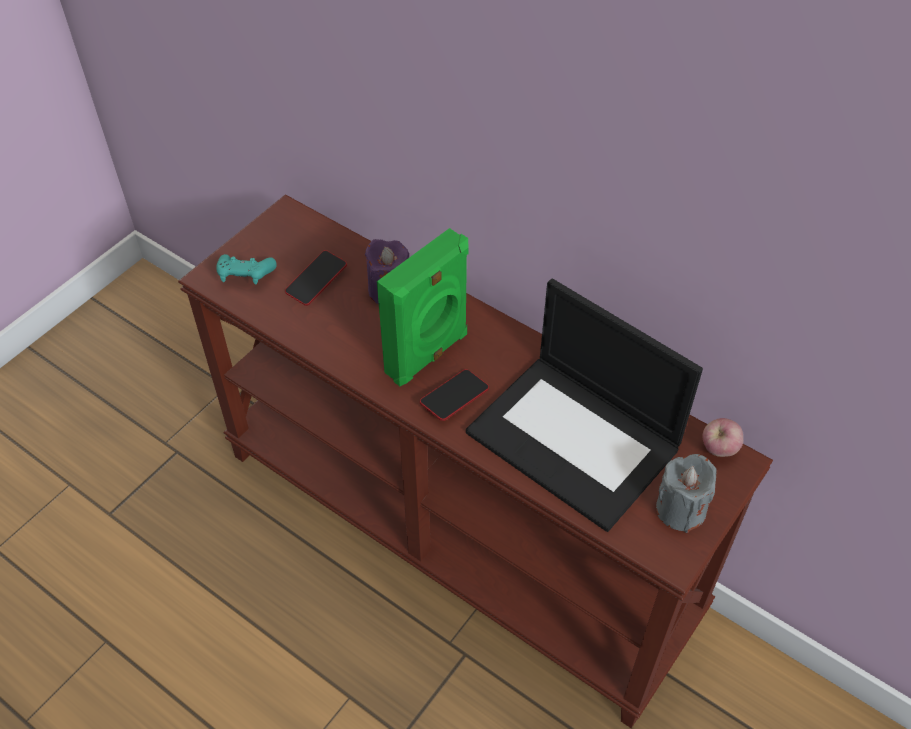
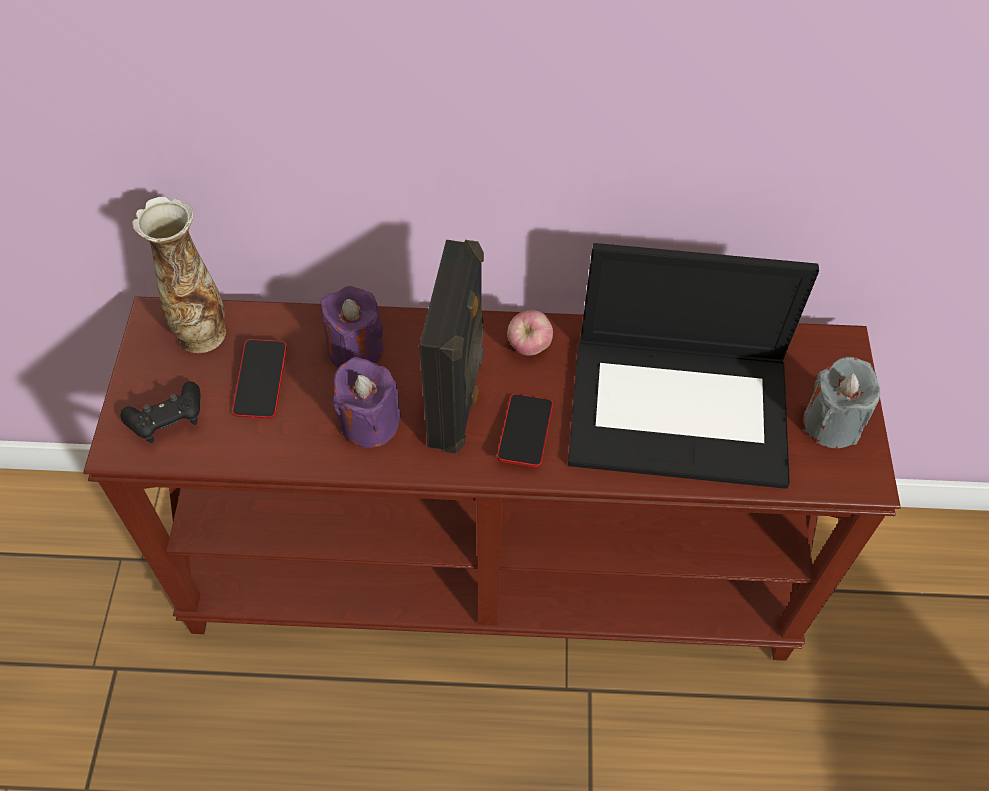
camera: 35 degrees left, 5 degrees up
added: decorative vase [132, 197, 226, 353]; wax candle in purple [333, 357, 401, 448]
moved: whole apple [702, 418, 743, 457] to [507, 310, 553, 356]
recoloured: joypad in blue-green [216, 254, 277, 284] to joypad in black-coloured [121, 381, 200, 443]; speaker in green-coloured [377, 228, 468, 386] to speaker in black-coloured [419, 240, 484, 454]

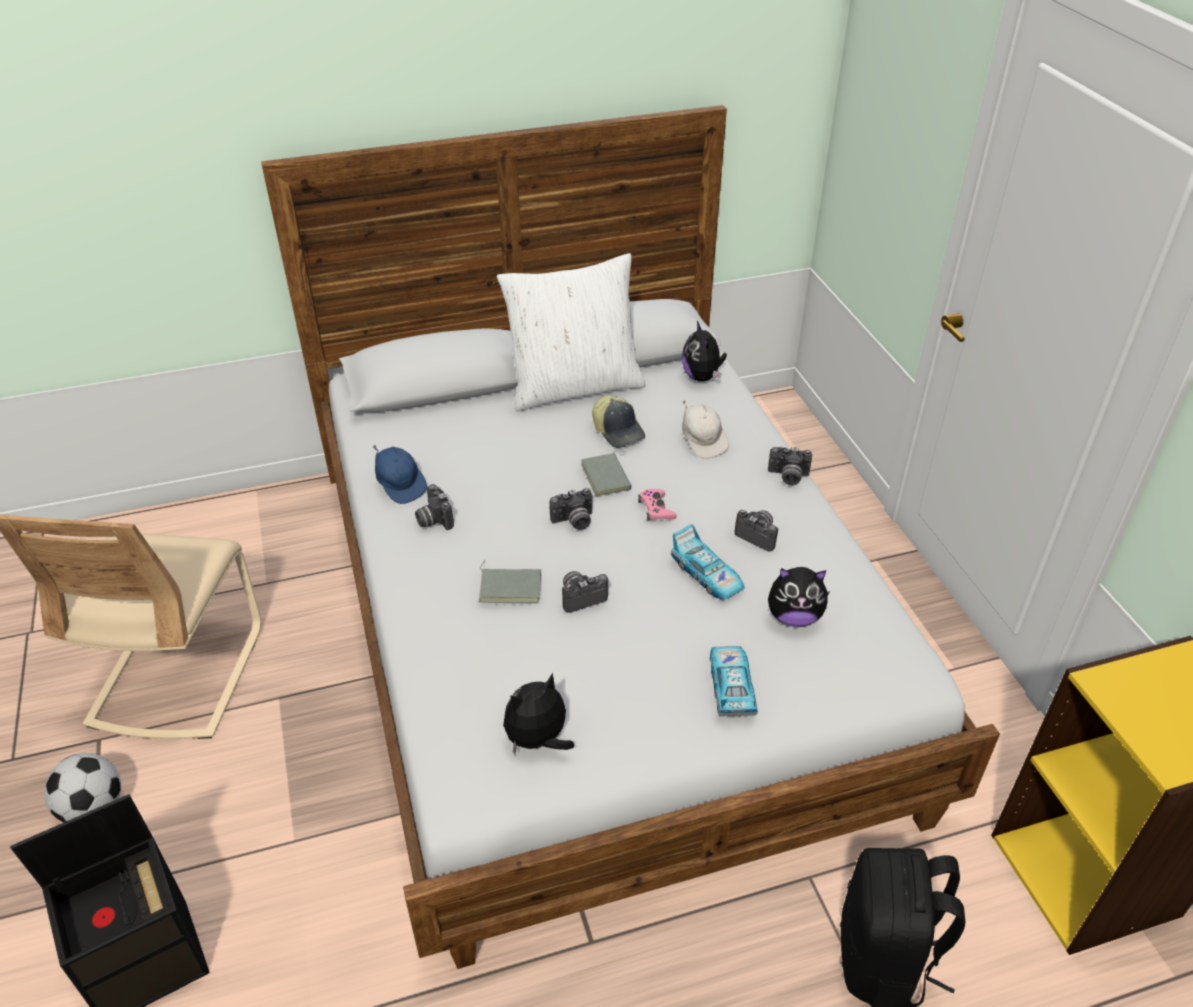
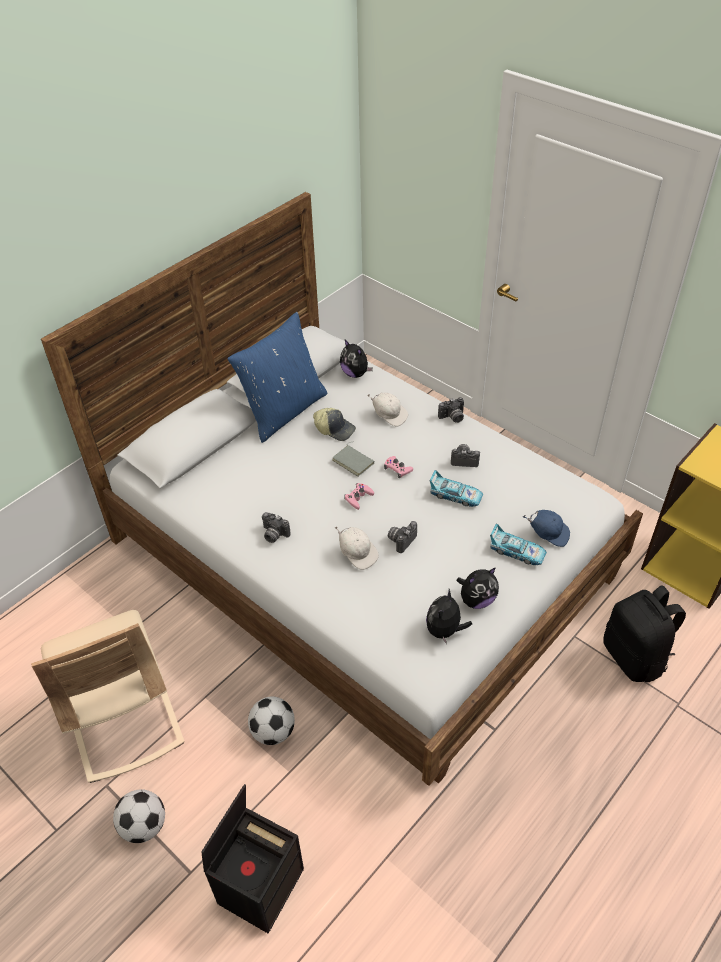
camera: 30 degrees left, 5 degrees up
added: ball for football [248, 696, 295, 745]
moved: peaked cap in blue-coloured [373, 445, 427, 504] to [523, 510, 570, 547]; soft toy [768, 567, 830, 627] to [456, 567, 499, 609]
replaced: bound book in gray [479, 560, 541, 604] to peaked cap in white [335, 527, 379, 570]; still camera [549, 488, 592, 530] to joypad in pink [344, 483, 374, 510]
recoloured: throw pillow in white [497, 253, 646, 412] to throw pillow in blue-coloured [227, 312, 327, 443]
turned: toy car [710, 646, 758, 717] = [490, 524, 547, 565] 150 degrees clockwise

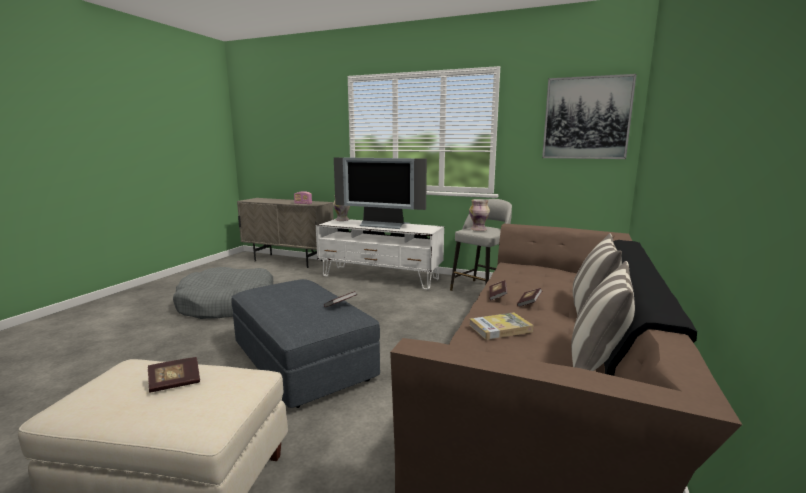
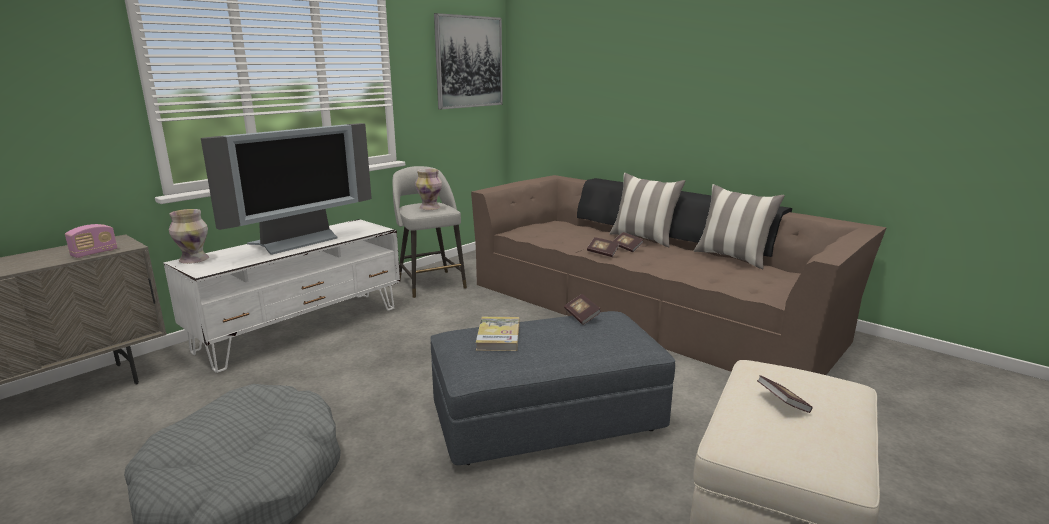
camera: 70 degrees left, 5 degrees up
moved: bound book [469, 312, 533, 340] to [476, 317, 520, 351]

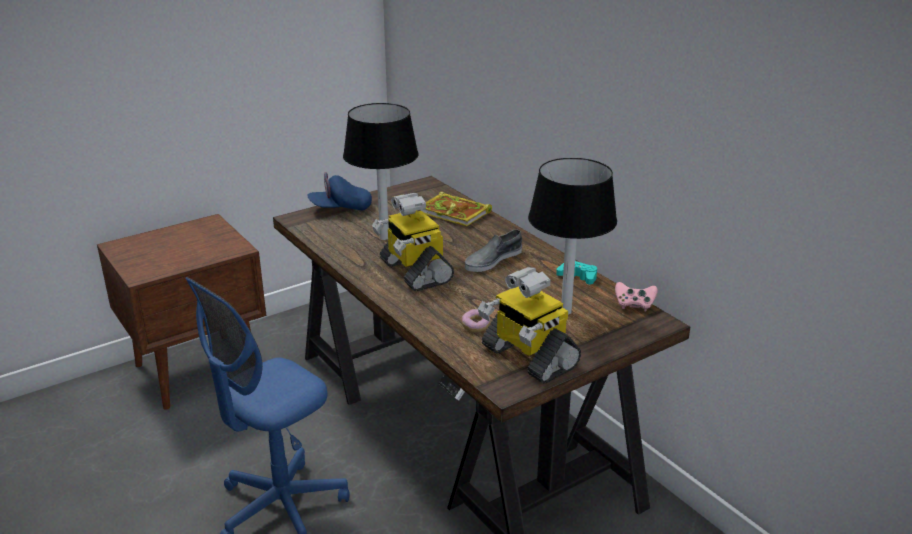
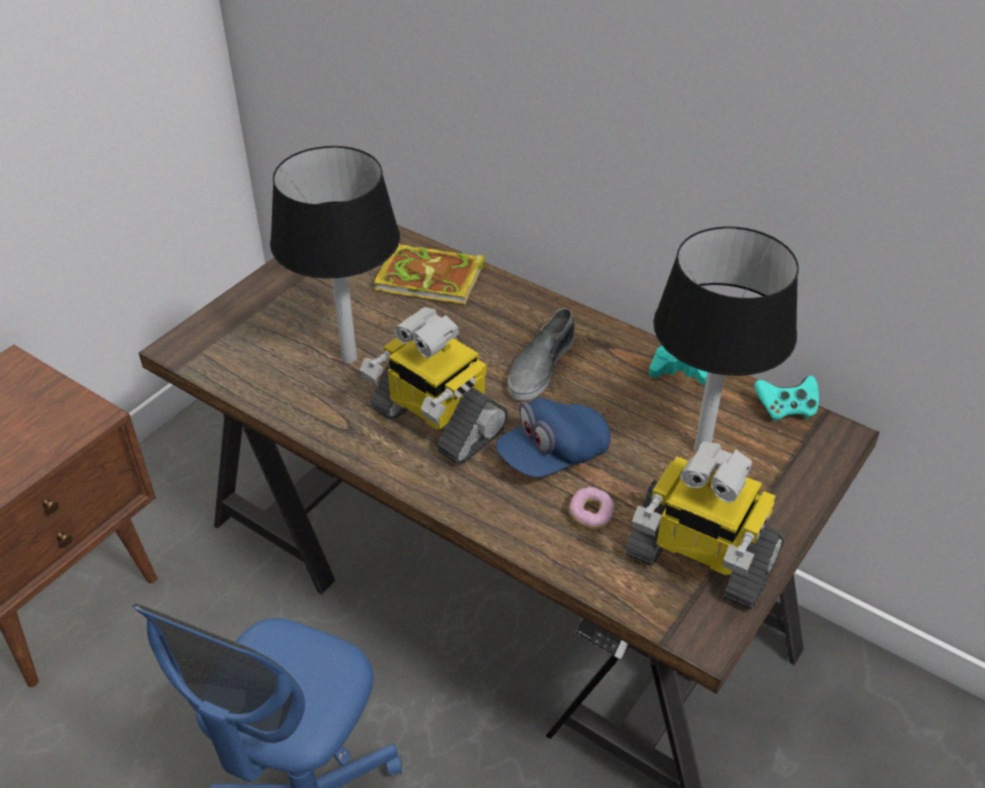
camera: 20 degrees left, 15 degrees up
moved: peaked cap in blue-coloured [307, 172, 372, 211] to [496, 398, 611, 478]
recoloured: joypad in pink [615, 282, 658, 311] to joypad in blue-green [754, 375, 819, 421]

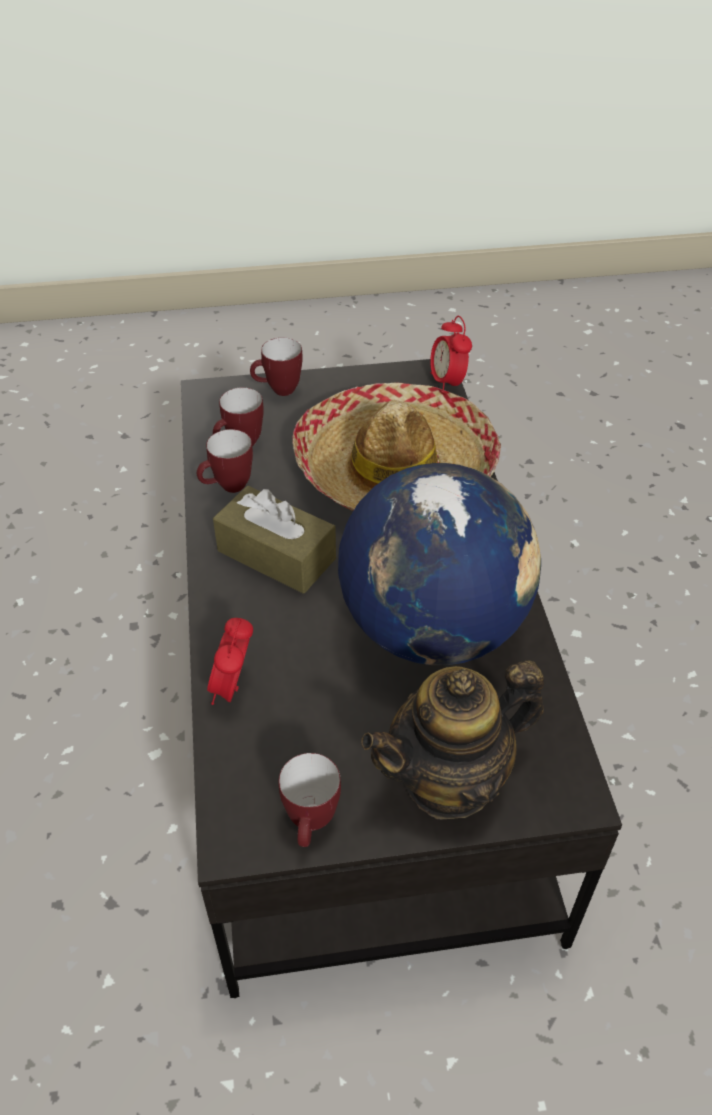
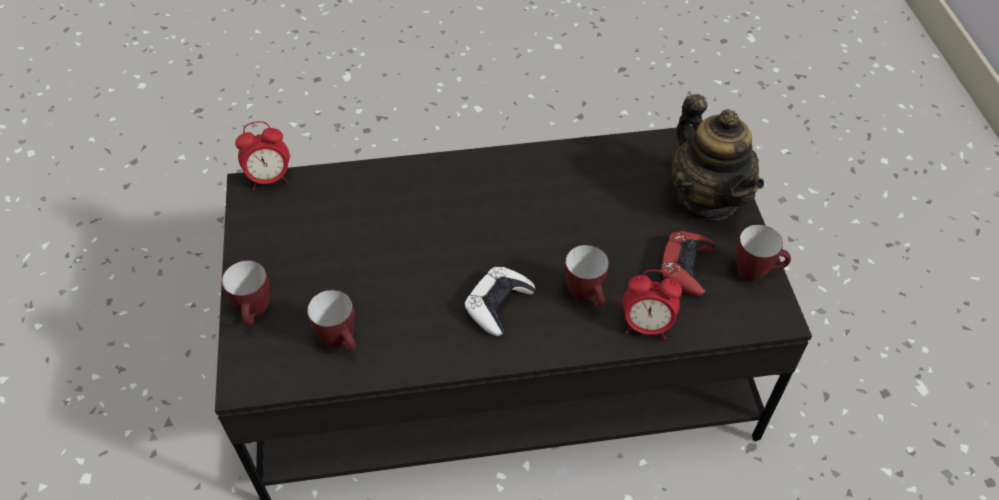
camera: 90 degrees left, 5 degrees up
removed: clothing hat [292, 382, 501, 511]; globe [338, 463, 541, 665]
added: joypad in red-coloured [660, 231, 715, 296]
moved: coffee mug [197, 429, 253, 493] to [565, 245, 609, 307]
replaced: box of tissues in brownish [213, 486, 336, 594] to joypad in white [464, 267, 535, 336]

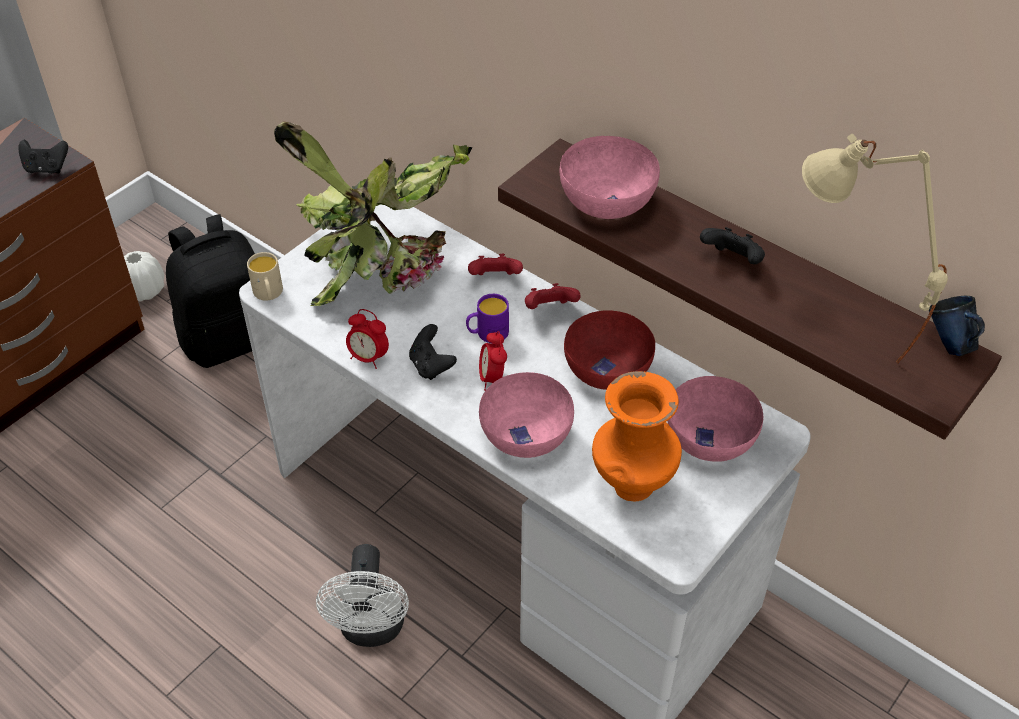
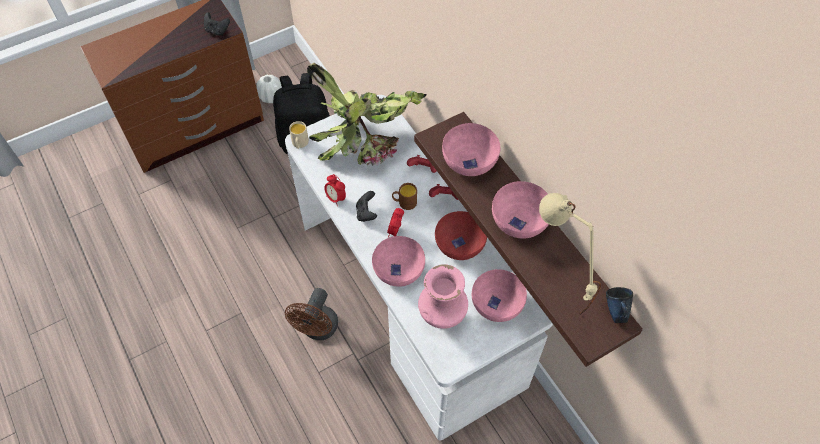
camera: 20 degrees right, 10 degrees up
replaced: joypad in black-coloured [700, 227, 765, 264] to deep dish in pink [492, 181, 549, 239]
recoloured: cooling fan in white [316, 544, 409, 647] to cooling fan in brownish [285, 288, 338, 340]; coffee mug in purple [466, 294, 509, 343] to coffee mug in brownish [392, 183, 417, 210]; decorative vase in orange [592, 371, 682, 501] to decorative vase in pink [418, 264, 468, 329]

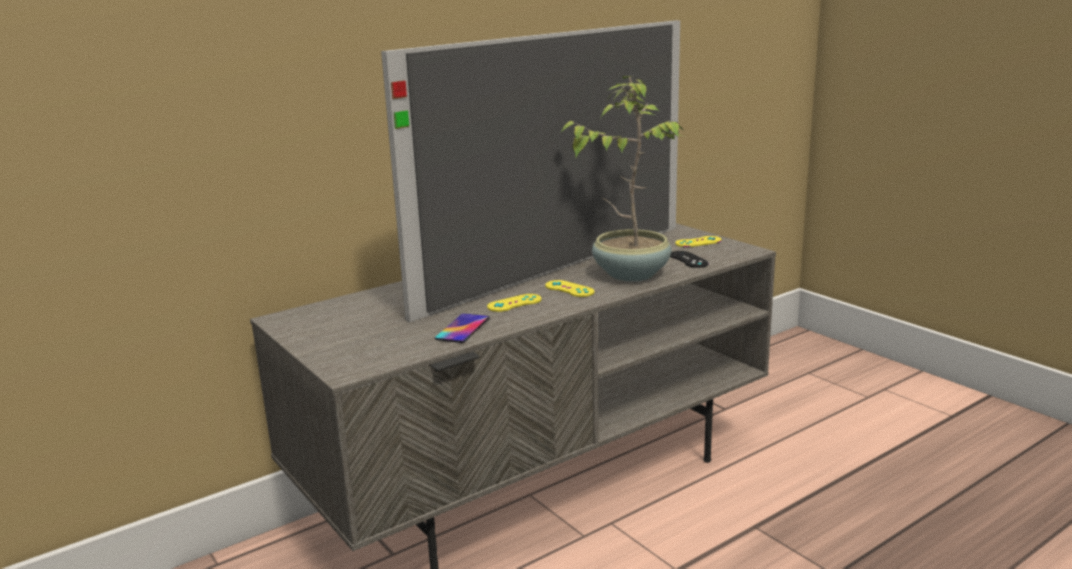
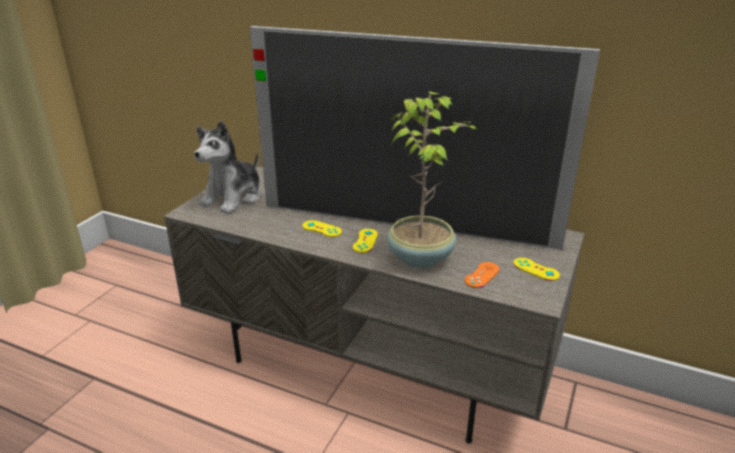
camera: 60 degrees right, 10 degrees up
removed: telephone [435, 313, 490, 343]
added: soft toy [194, 121, 261, 213]
recoloured: joypad in black-coloured [670, 251, 709, 268] to joypad in orange [465, 262, 500, 288]

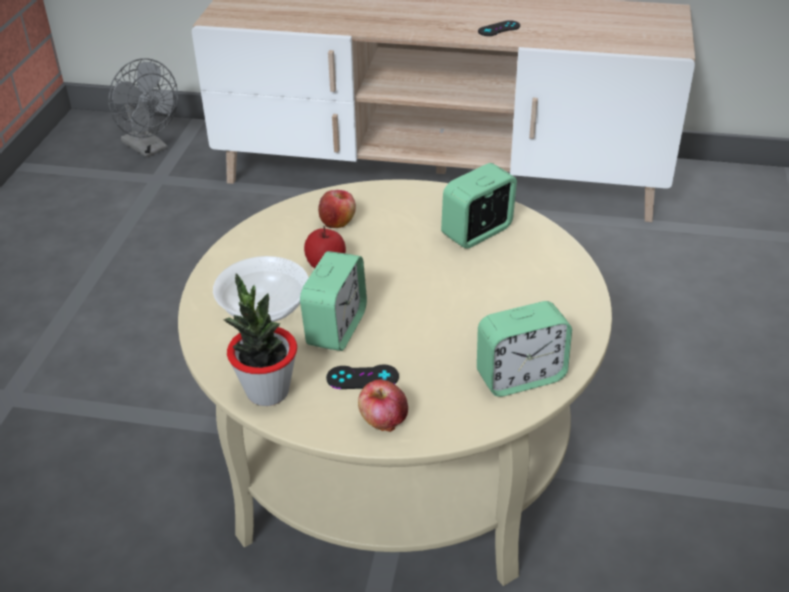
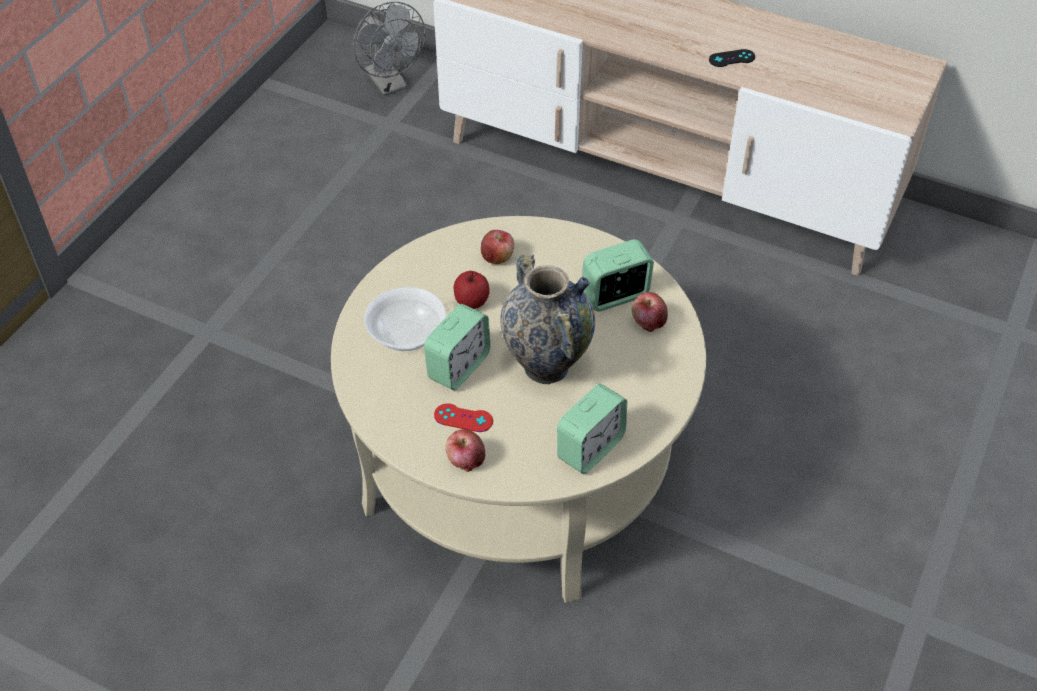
camera: 15 degrees right, 10 degrees up
removed: houseplant [223, 273, 297, 406]
added: decorative vase [500, 253, 595, 384]; whole apple [632, 292, 668, 332]
recoloured: joypad in black-coloured [326, 364, 399, 389] to joypad in red-coloured [434, 403, 493, 432]
turned: alarm clock [477, 301, 572, 397] = [557, 384, 627, 474] 45 degrees counterclockwise

